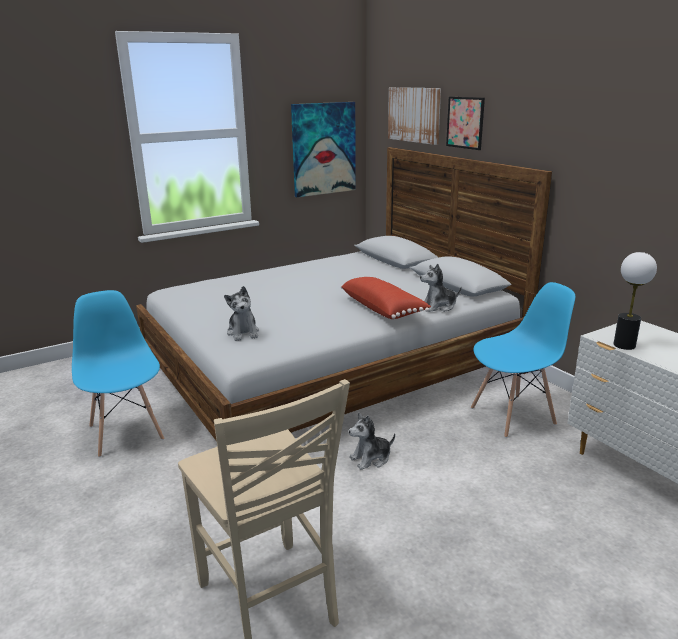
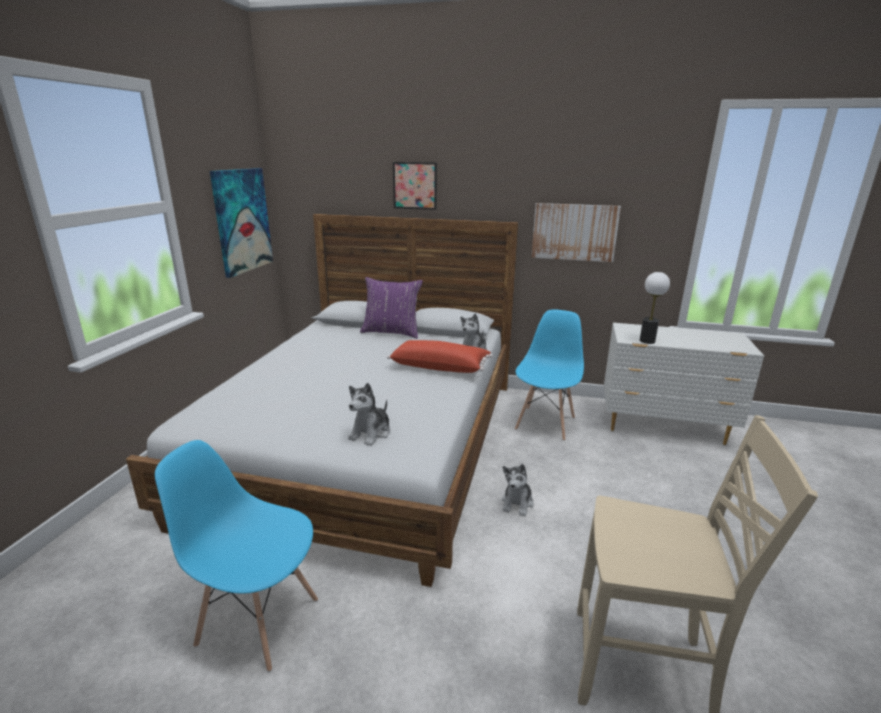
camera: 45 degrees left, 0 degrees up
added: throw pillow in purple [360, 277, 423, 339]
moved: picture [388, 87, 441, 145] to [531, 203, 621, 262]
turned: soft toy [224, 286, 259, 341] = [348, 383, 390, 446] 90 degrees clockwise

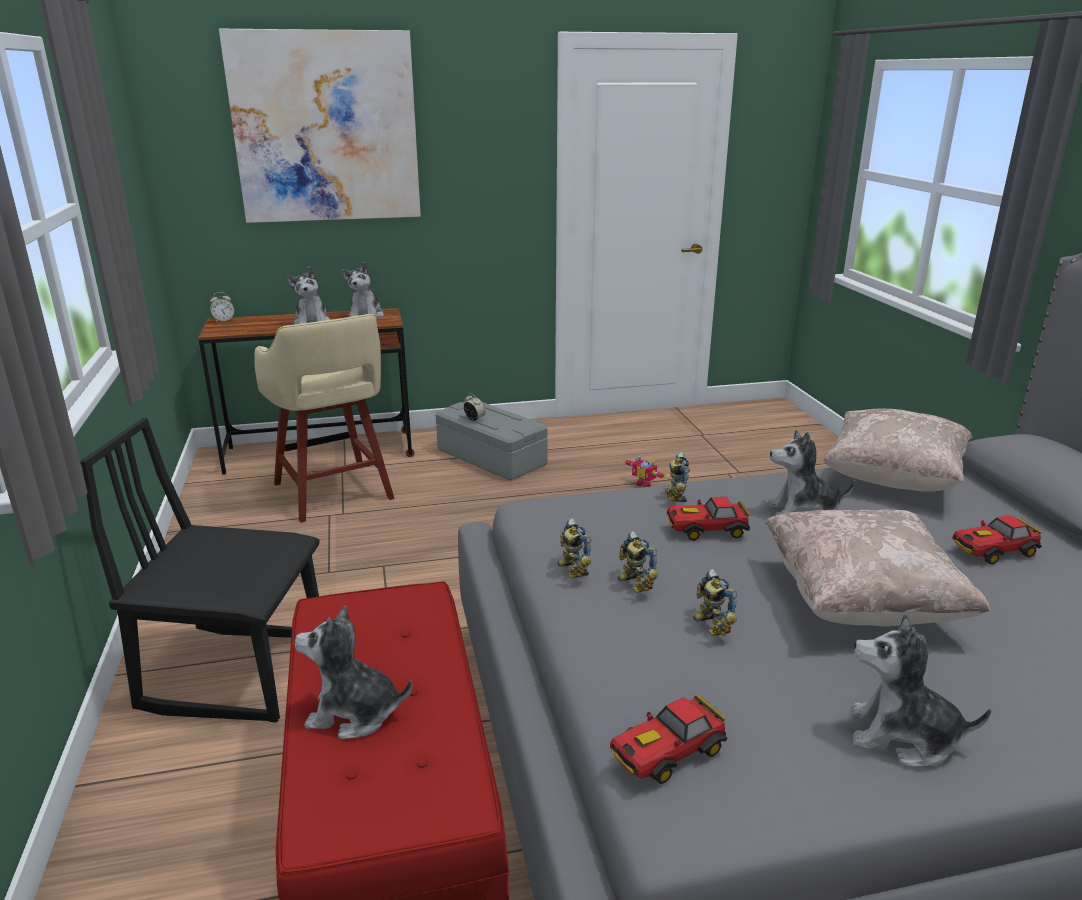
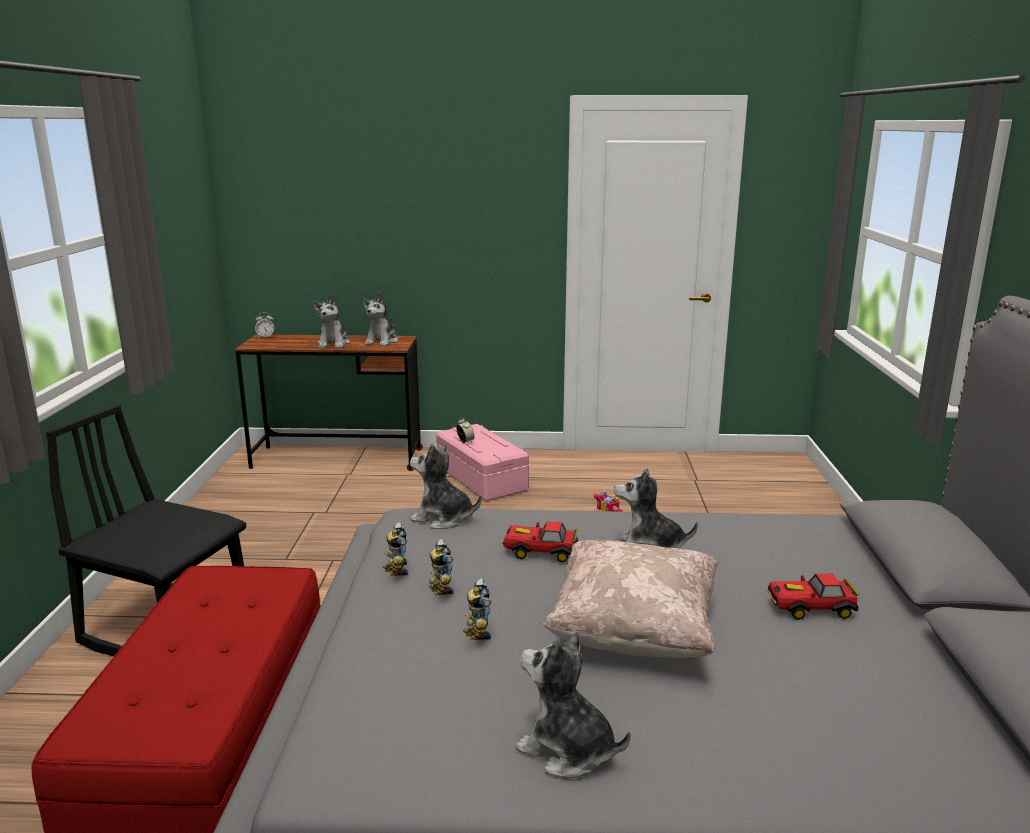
camera: 15 degrees right, 5 degrees down
removed: picture [219, 29, 421, 223]; stool in sand-coloured [254, 314, 395, 523]; toy car [610, 694, 728, 784]; toy robot [665, 452, 690, 502]; throw pillow in sand-coloured [823, 408, 973, 492]
moved: soft toy [295, 605, 412, 740] to [410, 444, 482, 529]
recoloured: storage container in gray [436, 400, 548, 481] to storage container in pink [436, 424, 529, 501]

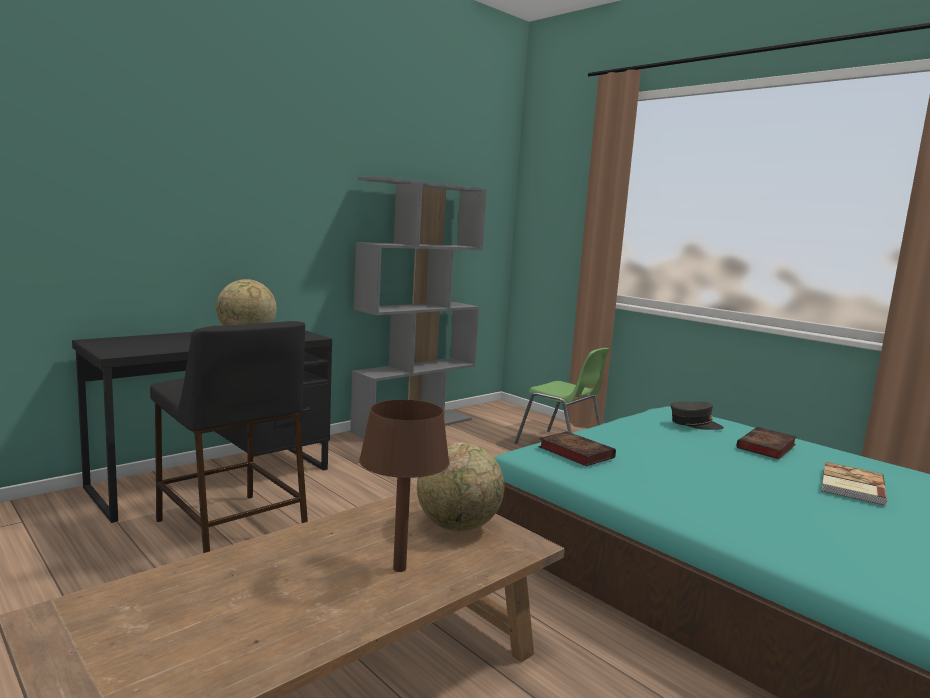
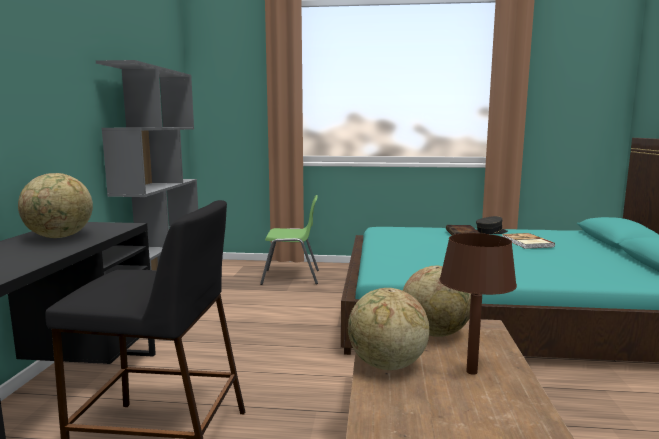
camera: 40 degrees left, 0 degrees up
removed: bound book [539, 431, 616, 466]
added: globe [348, 288, 429, 370]
moved: peaked cap in gray [671, 402, 724, 430] to [476, 216, 508, 234]

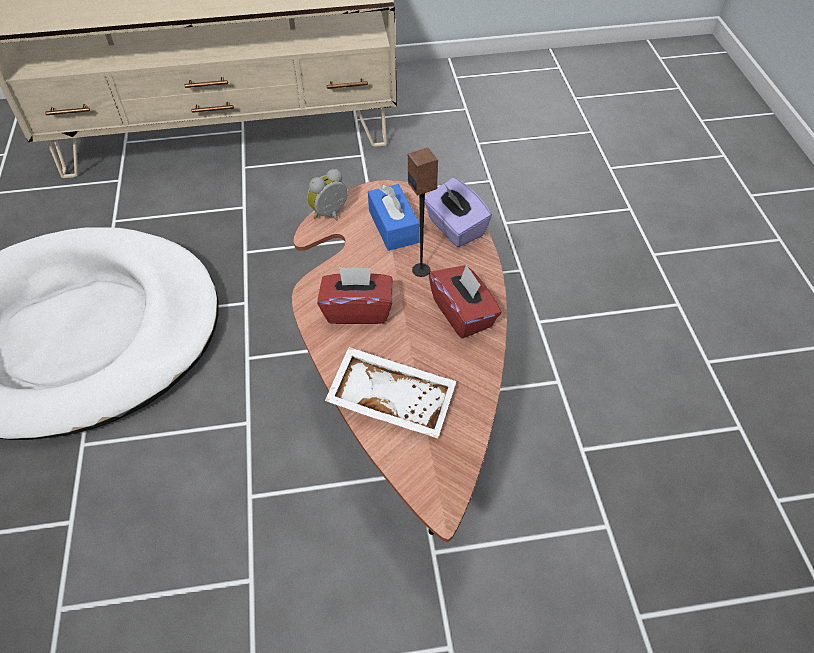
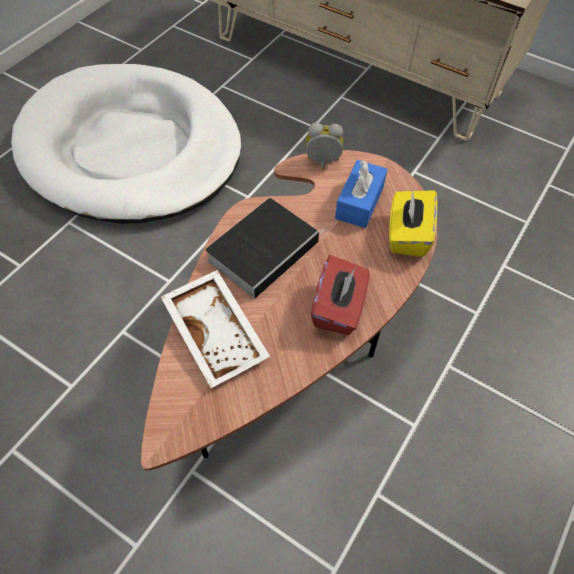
camera: 40 degrees right, 5 degrees up
removed: speaker [408, 148, 438, 277]
replaced: box of tissues in red-coloured [317, 267, 392, 324] to bound book [206, 198, 326, 299]
recoloured: box of tissues in purple [425, 178, 492, 247] to box of tissues in yellow-coloured [389, 189, 437, 257]

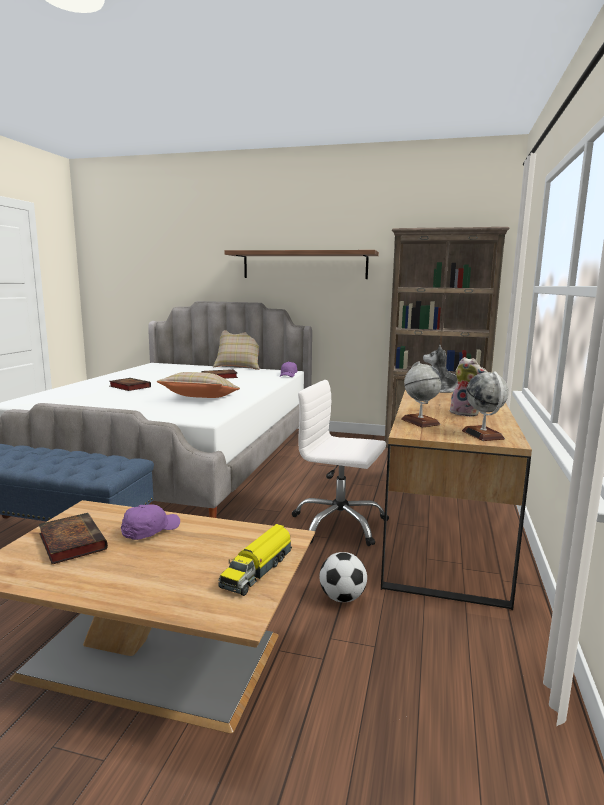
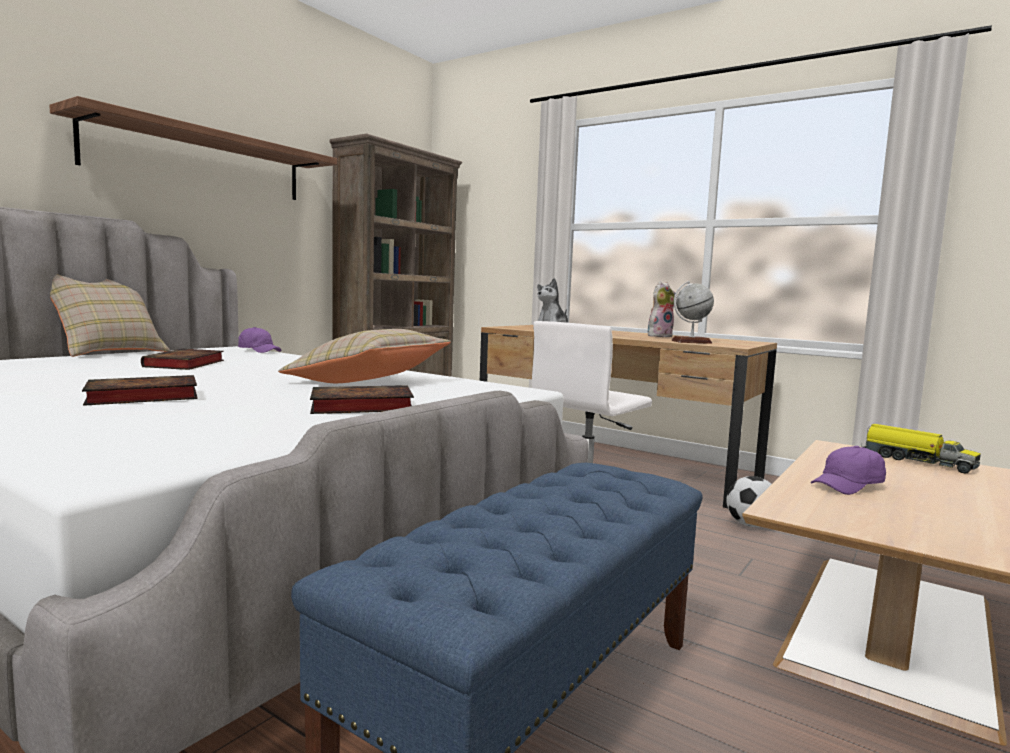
camera: 70 degrees left, 5 degrees down
removed: globe [462, 371, 509, 441]
moved: bound book [38, 513, 108, 564] to [310, 385, 414, 414]
turned: peaked cap in purple [121, 504, 180, 540] = [811, 446, 886, 495] 90 degrees counterclockwise

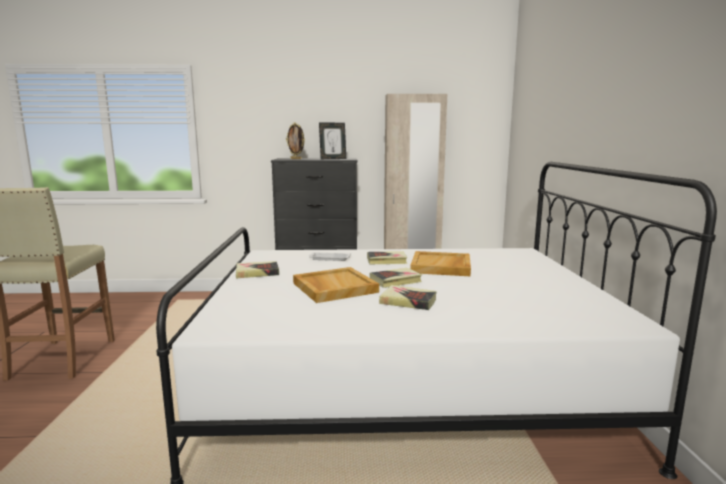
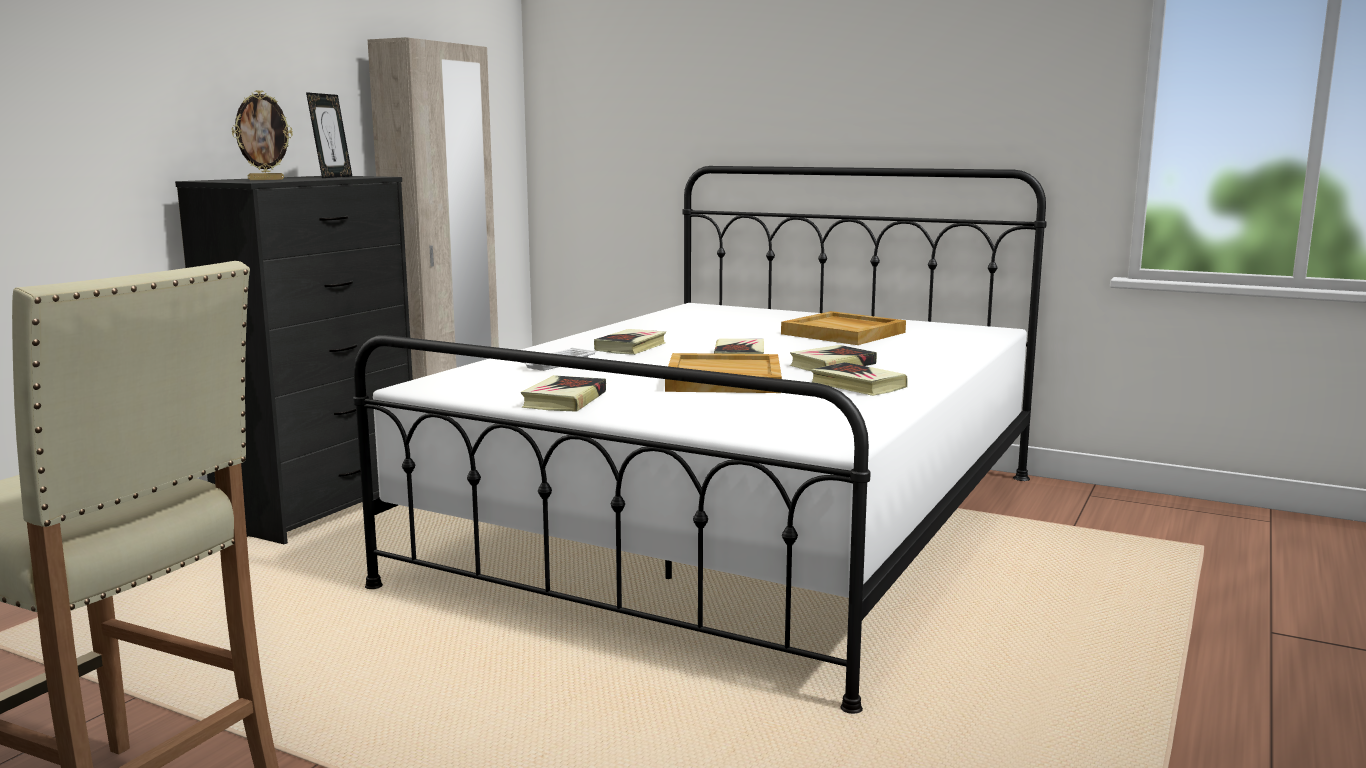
camera: 60 degrees left, 0 degrees up
added: bound book [811, 362, 907, 396]
moved: tray in sand-coloured [410, 251, 471, 277] to [781, 311, 906, 345]

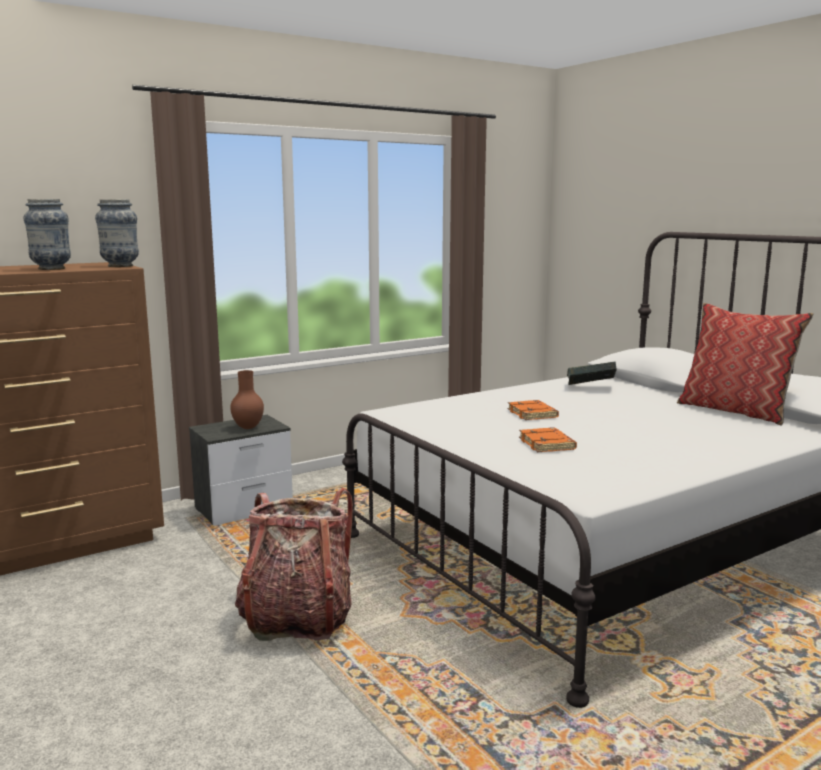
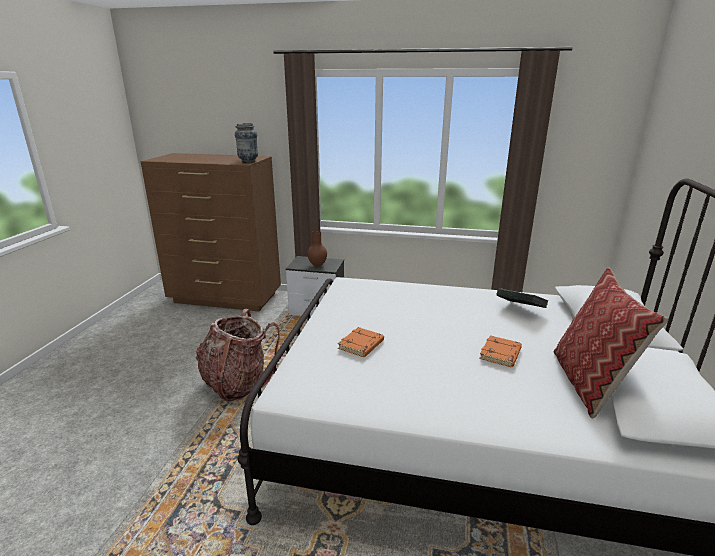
camera: 45 degrees right, 10 degrees up
removed: decorative vase [23, 199, 71, 270]
moved: bound book in orange [508, 400, 559, 420] to [479, 335, 522, 367]

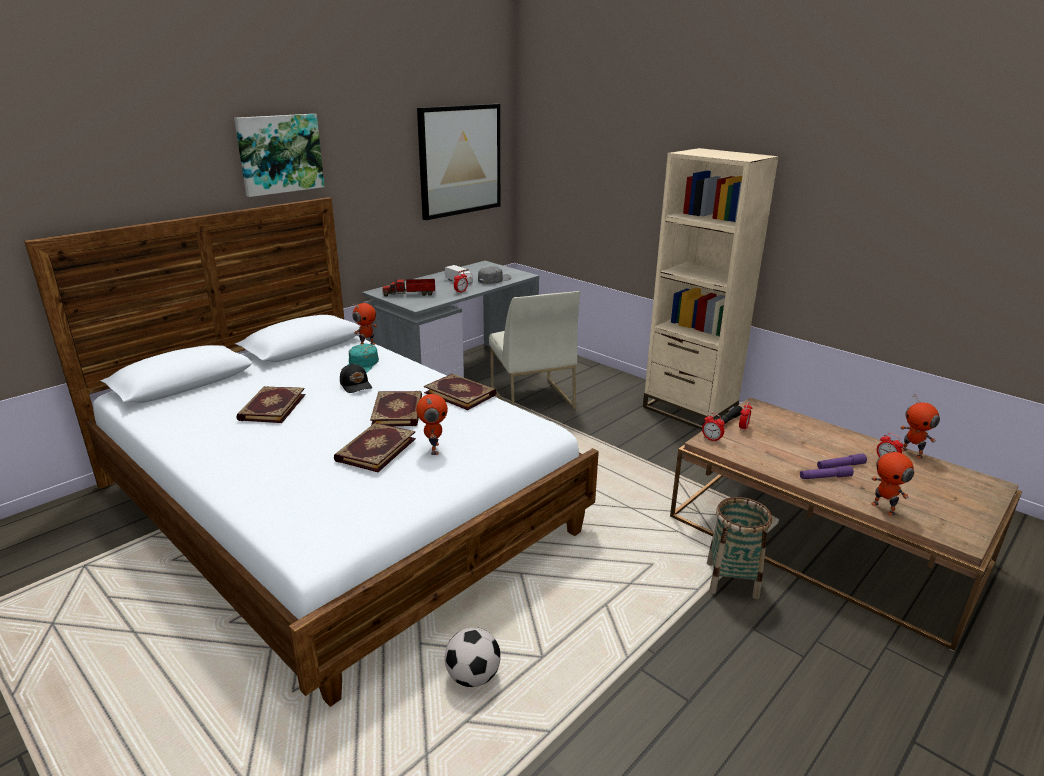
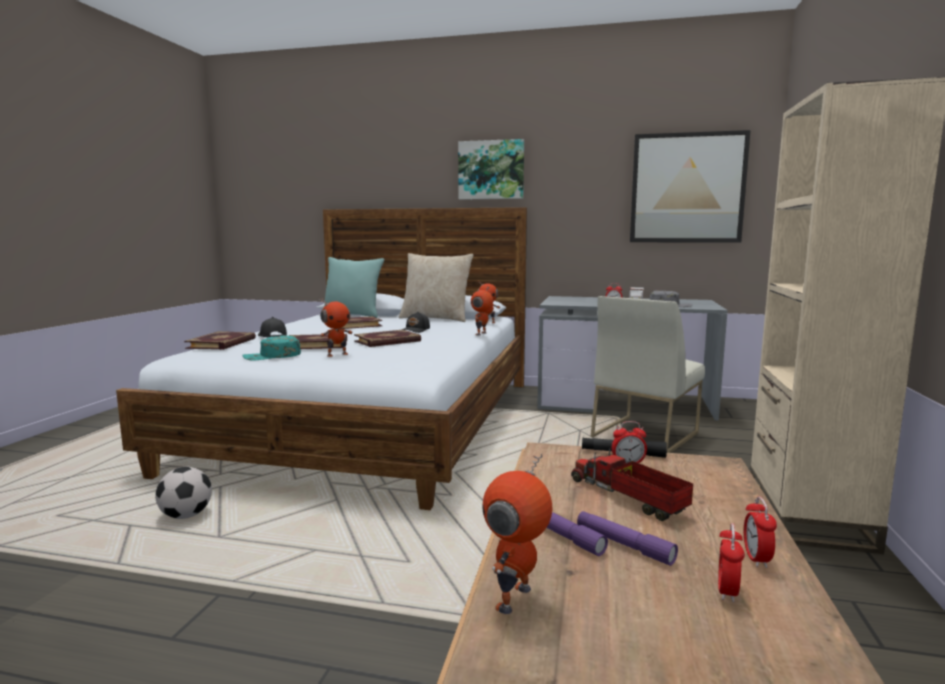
camera: 60 degrees right, 15 degrees down
removed: household basket [707, 497, 772, 599]
added: peaked cap in black-coloured [258, 317, 287, 337]; throw pillow in blue-green [324, 257, 384, 318]; throw pillow in sand-coloured [399, 253, 474, 322]
moved: peaked cap in blue-green [348, 343, 379, 373] to [243, 335, 301, 361]; toy truck [382, 277, 435, 297] to [571, 448, 693, 521]; bound book [424, 374, 497, 410] to [184, 331, 256, 350]; alarm clock [702, 413, 725, 442] to [744, 497, 777, 568]; toy robot [900, 394, 940, 459] to [471, 286, 493, 335]

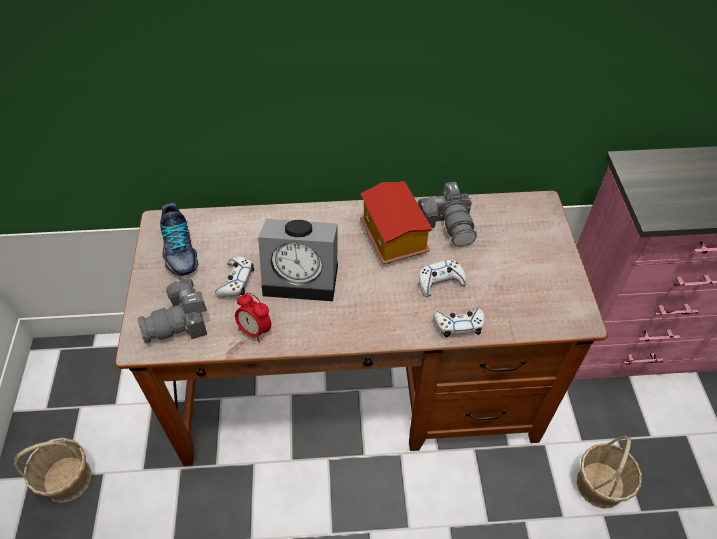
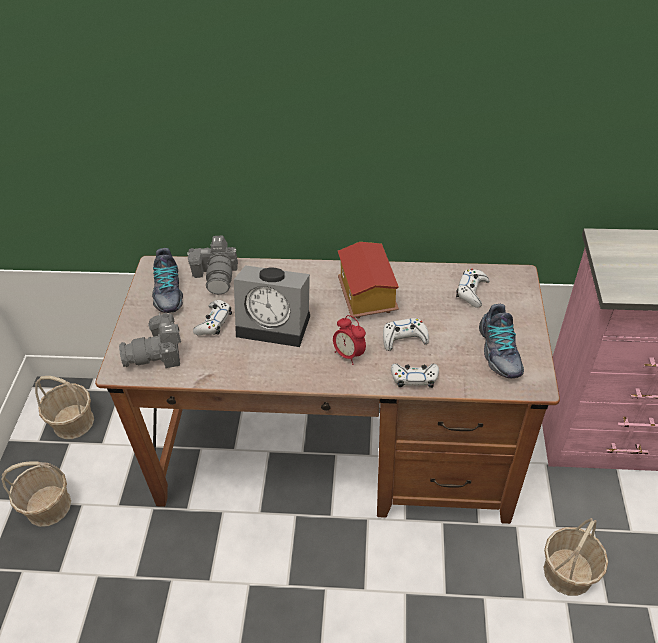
camera: 10 degrees right, 5 degrees down
added: household basket [35, 376, 94, 439]; joypad in white [456, 269, 489, 308]; low shoe [479, 304, 524, 378]
moved: alarm clock [235, 293, 271, 343] to [333, 315, 366, 365]; still camera [418, 182, 477, 247] to [188, 236, 238, 295]

